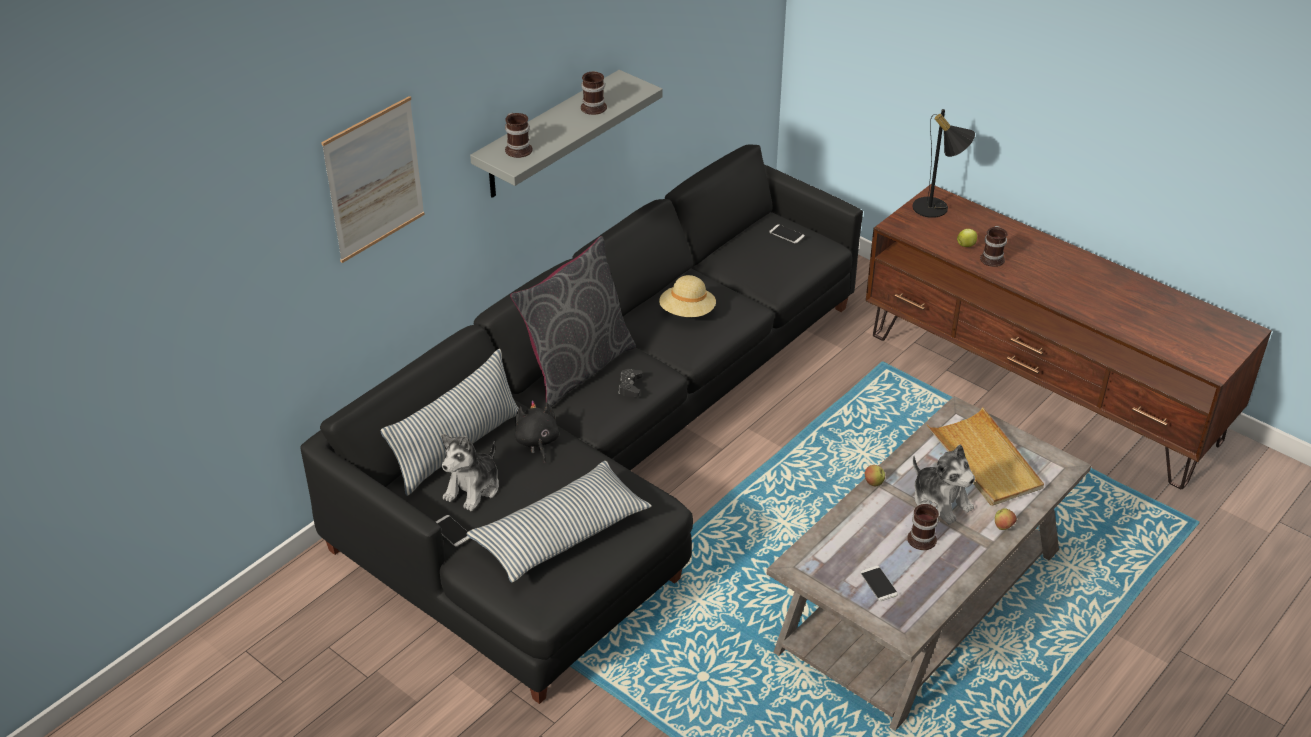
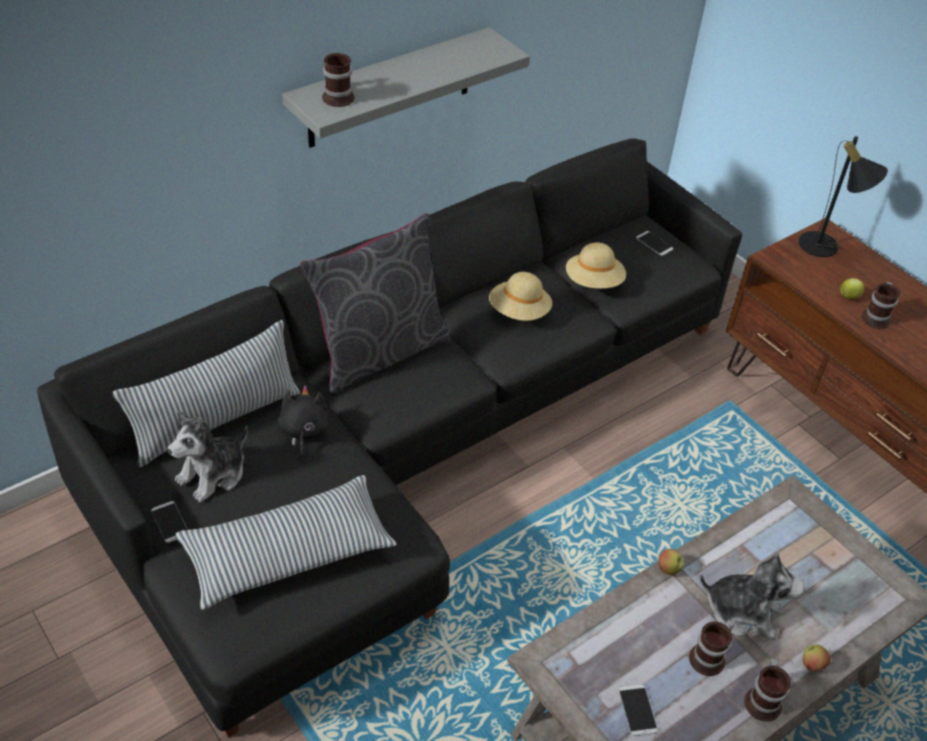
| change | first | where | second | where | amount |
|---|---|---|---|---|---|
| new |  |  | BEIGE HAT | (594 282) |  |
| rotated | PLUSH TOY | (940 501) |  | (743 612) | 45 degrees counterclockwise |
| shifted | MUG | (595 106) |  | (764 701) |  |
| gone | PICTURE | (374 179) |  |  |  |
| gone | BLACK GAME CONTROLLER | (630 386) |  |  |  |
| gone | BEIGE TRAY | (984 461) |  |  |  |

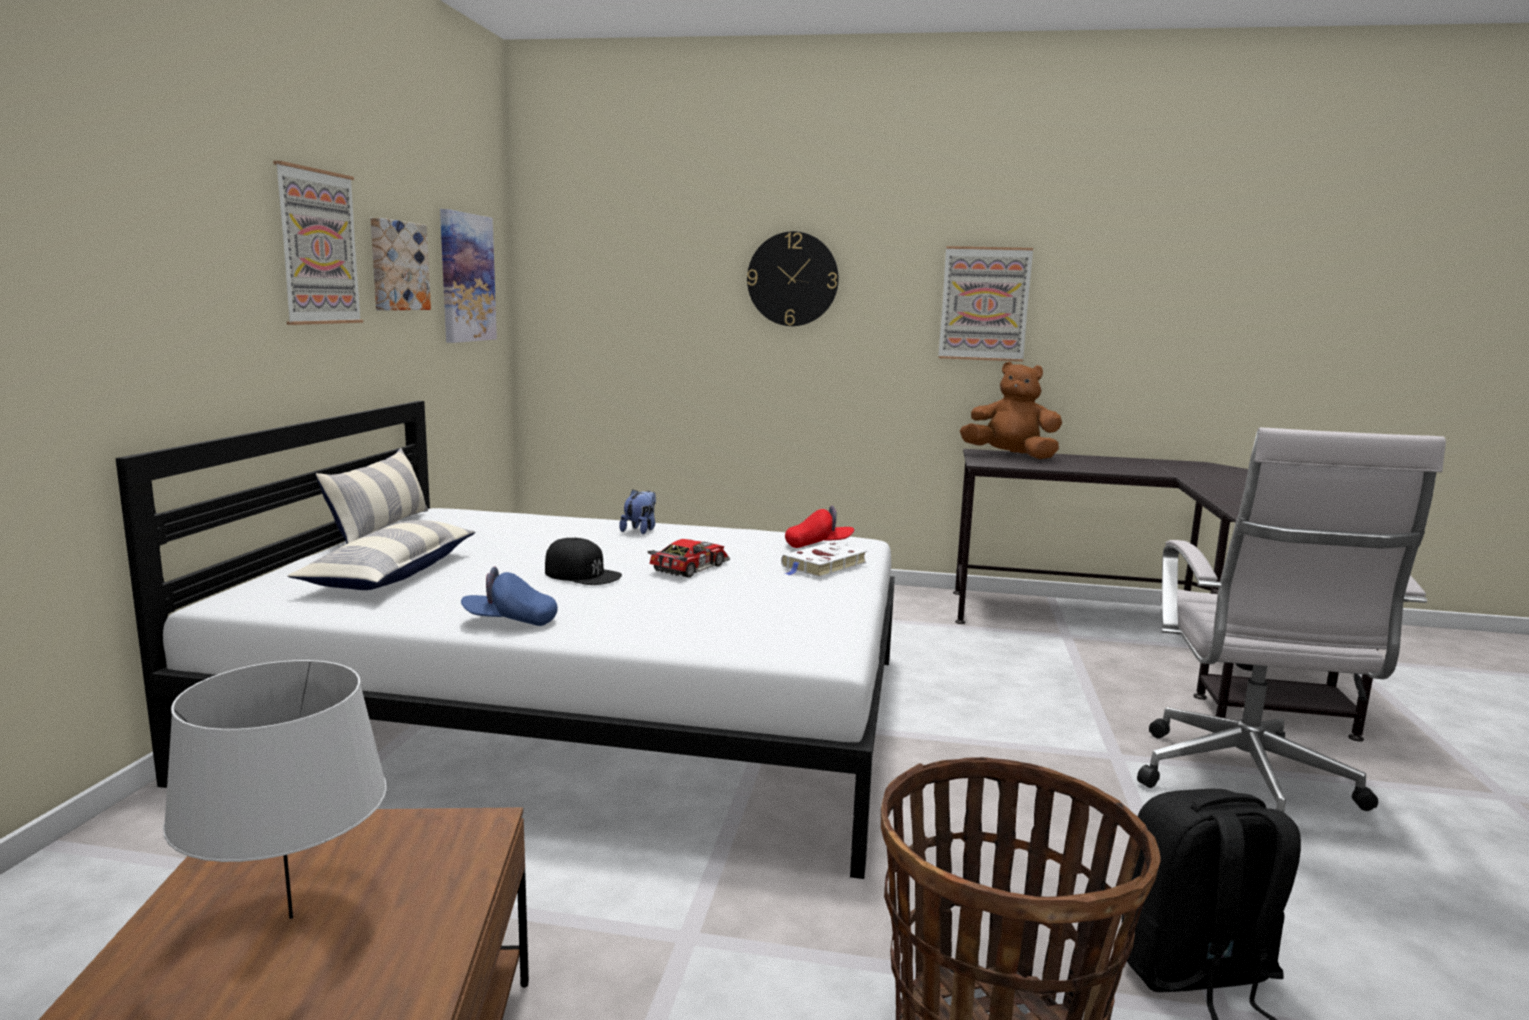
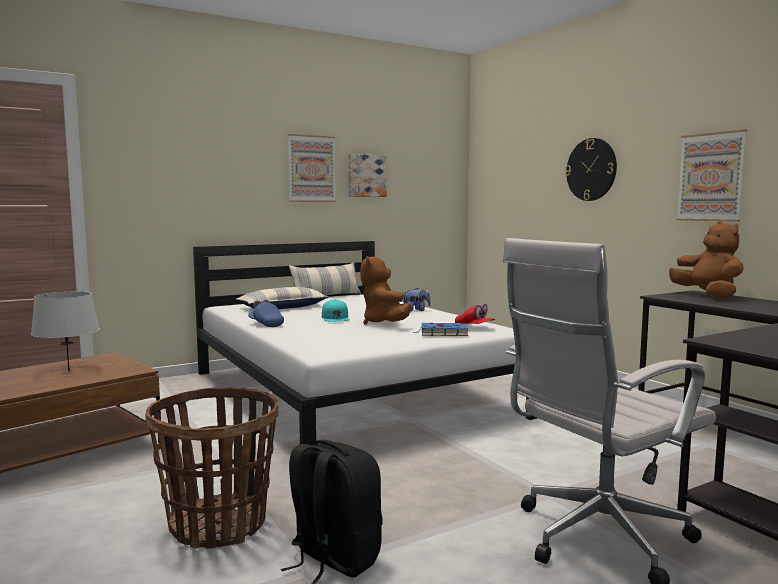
| change | first | where | second | where | amount |
|---|---|---|---|---|---|
| repainted | BLACK CAP | (582 574) | TURQUOISE CAP | (335 317) |  |
| swapped | TOY CAR | (687 567) | BROWN PLUSH TOY | (384 323) |  |
| repainted | WHITE BOOK | (823 565) | BLUE BOOK | (442 333) |  |
| gone | PICTURE | (466 278) |  |  |  |

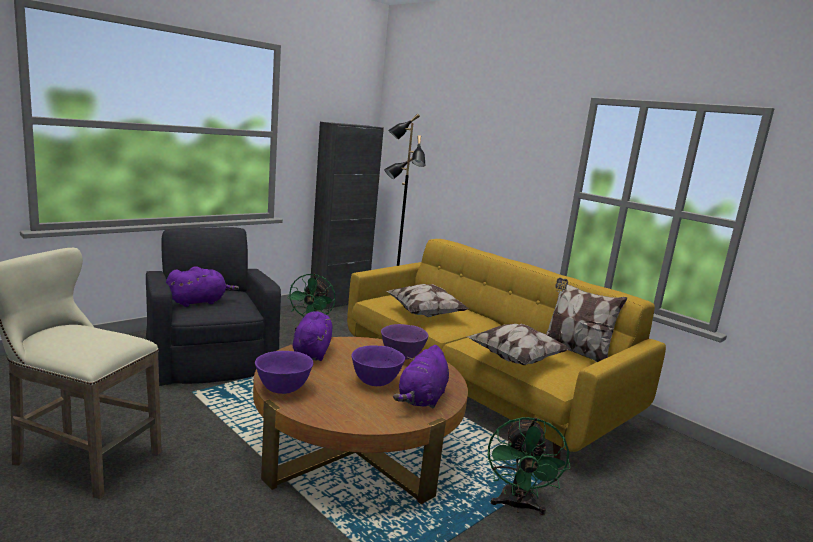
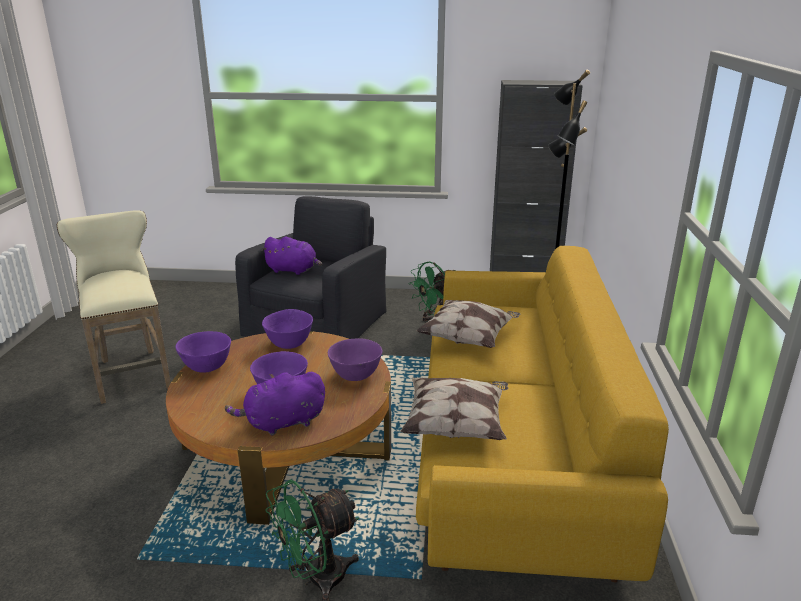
| change | first | where | second | where | amount |
|---|---|---|---|---|---|
| swapped | PURPLE PLUSH TOY | (312 352) | PURPLE BOWL | (289 343) |  |
| gone | PILLOW | (575 352) |  |  |  |

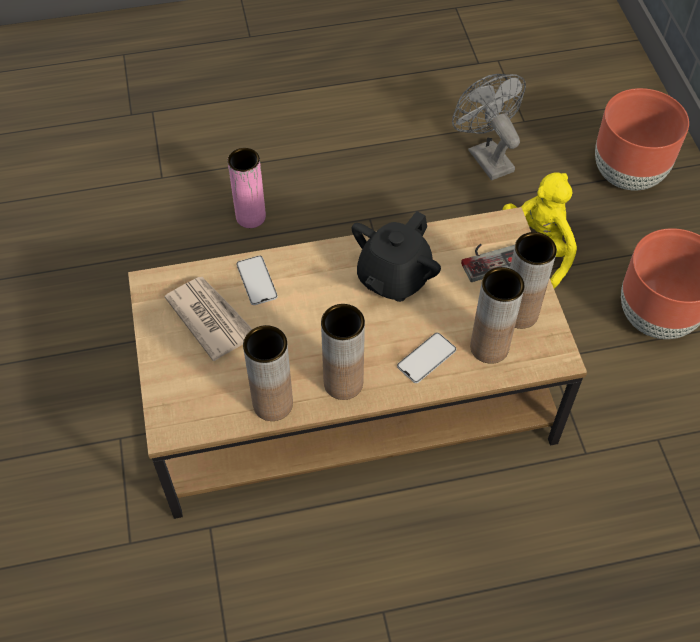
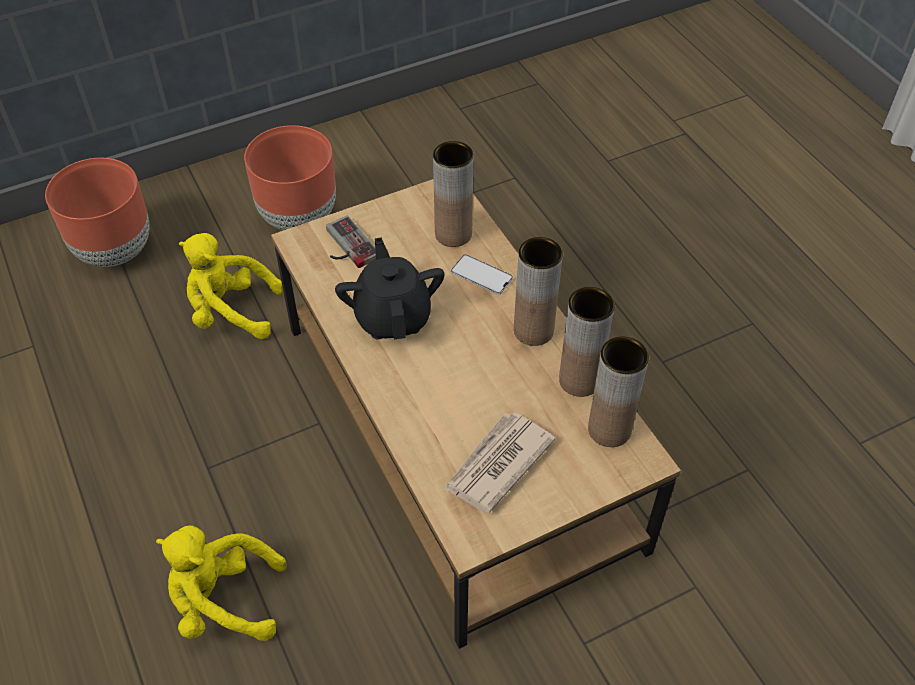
| change | first | where | second | where | amount |
|---|---|---|---|---|---|
| swapped | PINK VASE | (250 217) | YELLOW PLUSH TOY | (223 601) |  |
| rotated | BLACK TEAPOT | (393 278) |  | (393 317) | 120 degrees counterclockwise |
| shifted | BROWN VASE | (519 313) |  | (609 429) |  |
| gone | PHONE | (256 280) |  |  |  |
| gone | GREY FAN | (486 156) |  |  |  |

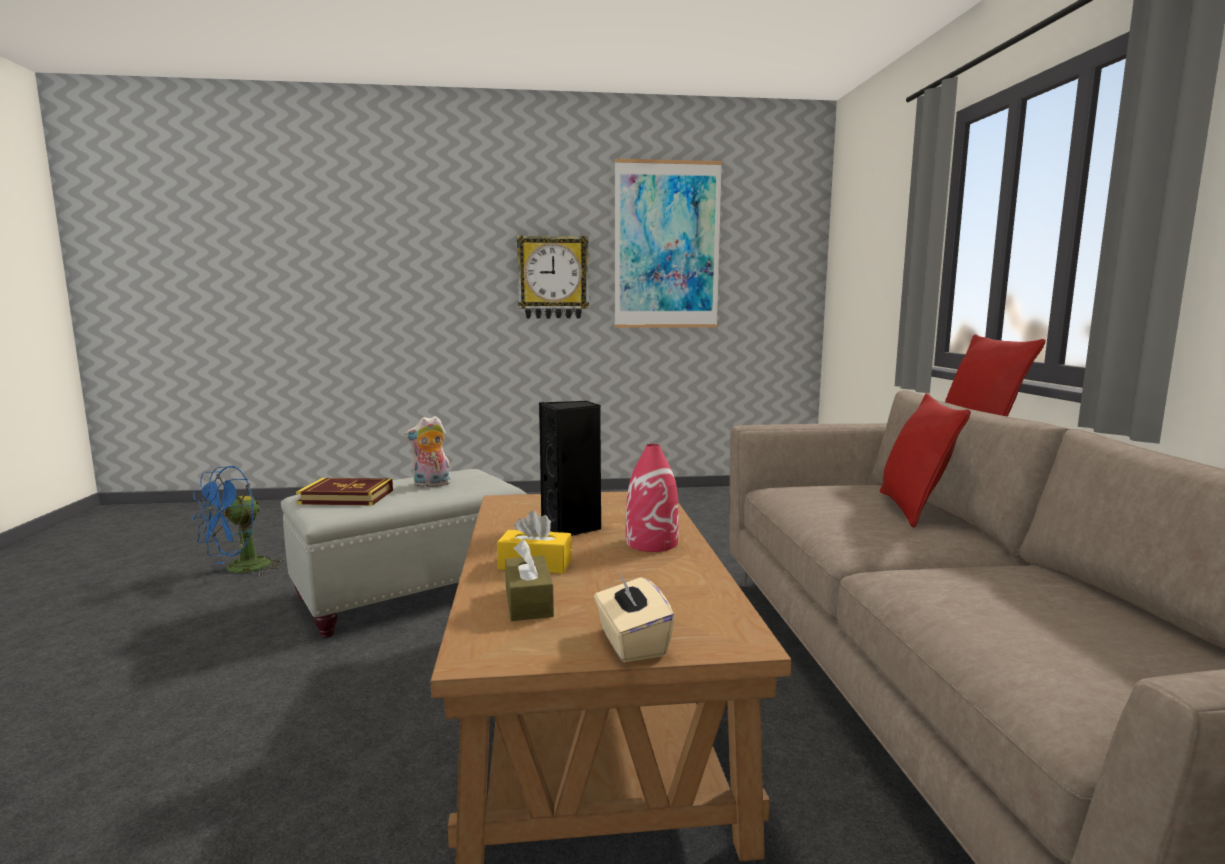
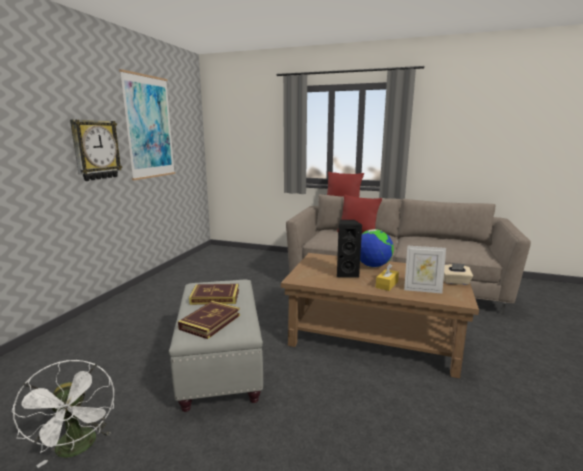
| change | first | where | second | where | amount |
|---|---|---|---|---|---|
| repainted | BLUE FAN | (239 569) | WHITE FAN | (78 448) |  |
| swapped | PLUSH TOY | (431 485) | BOOK | (215 297) |  |
| swapped | RED VASE | (652 542) | GLOBE | (372 266) |  |
| swapped | BROWN TISSUE BOX | (528 602) | PICTURE FRAME | (422 290) |  |

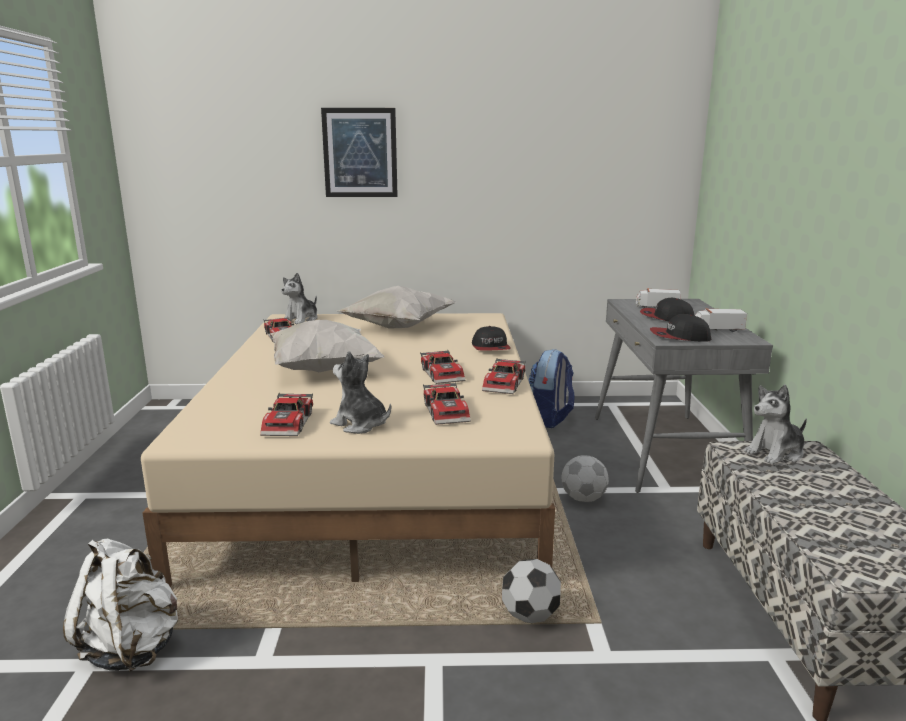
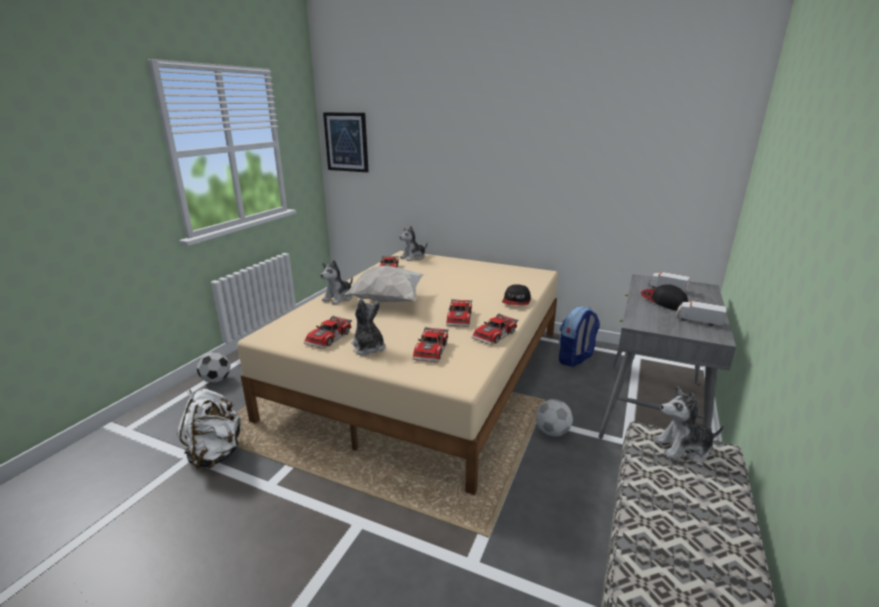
| change | first | where | second | where | amount |
|---|---|---|---|---|---|
| shifted | FOOTBALL | (530 615) |  | (216 380) |  |
| new |  |  | PLUSH TOY | (339 298) |  |
| shifted | PICTURE | (360 153) |  | (346 142) |  |
| gone | WHITE PILLOW | (397 327) |  |  |  |
| gone | CAP | (679 337) |  |  |  |

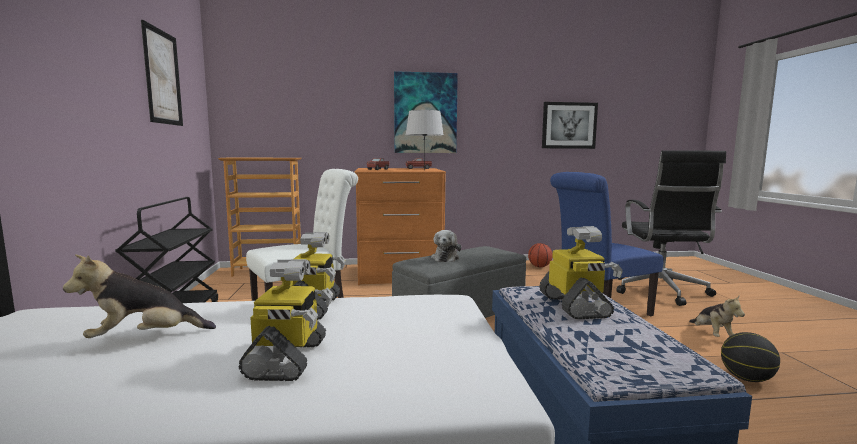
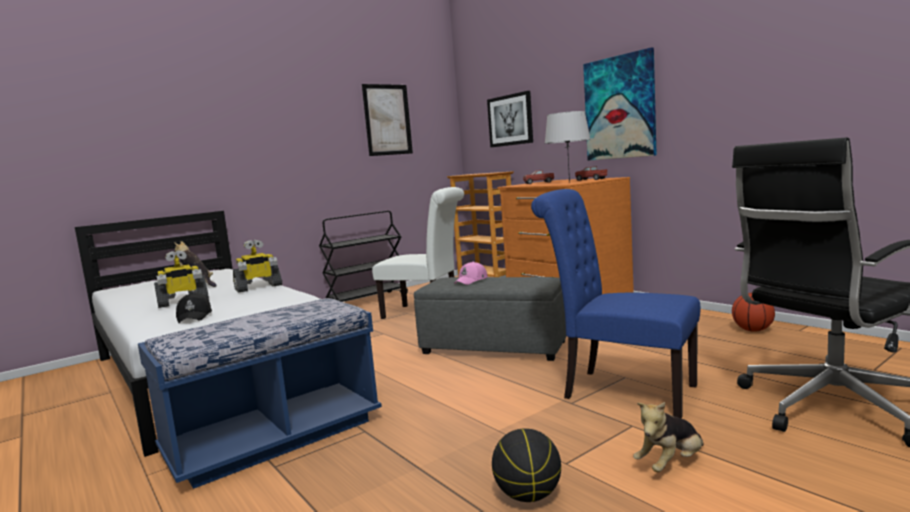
| change | first | where | second | where | amount |
|---|---|---|---|---|---|
| new |  |  | BLACK CAP | (195 316) |  |
| swapped | PLUSH TOY | (445 258) | PINK CAP | (471 280) |  |
| shifted | PICTURE | (569 125) |  | (510 120) |  |
| gone | TOY ROBOT | (575 306) |  |  |  |

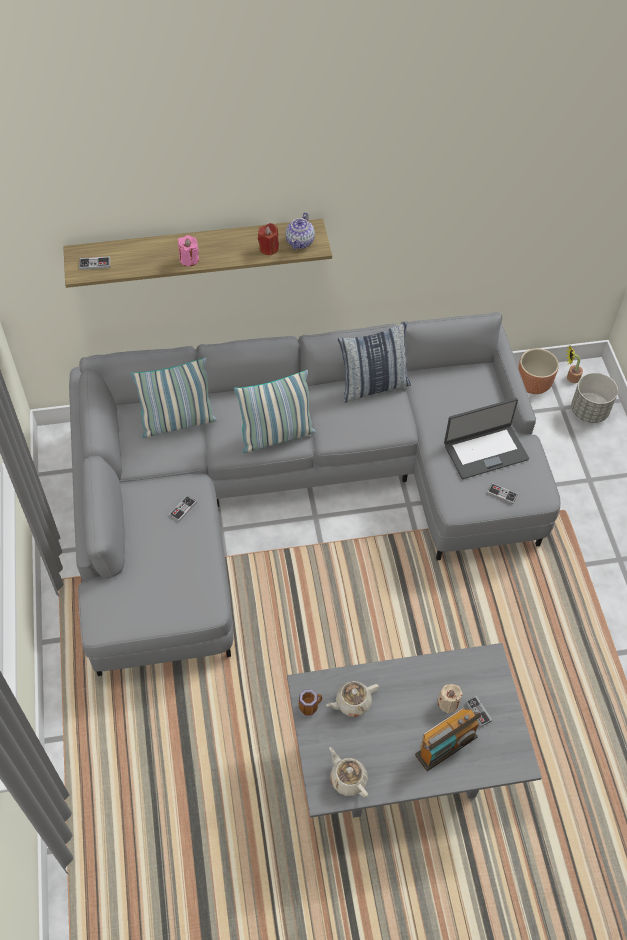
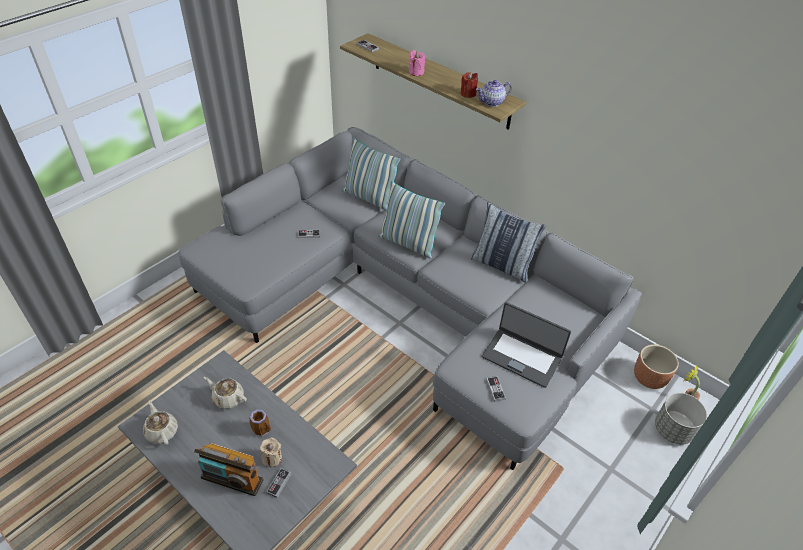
| change | first | where | second | where | amount |
|---|---|---|---|---|---|
| rotated | BEIGE TEAPOT | (347 778) |  | (162 431) | 45 degrees counterclockwise |
| shifted | MUG | (309 707) |  | (263 430) |  |

